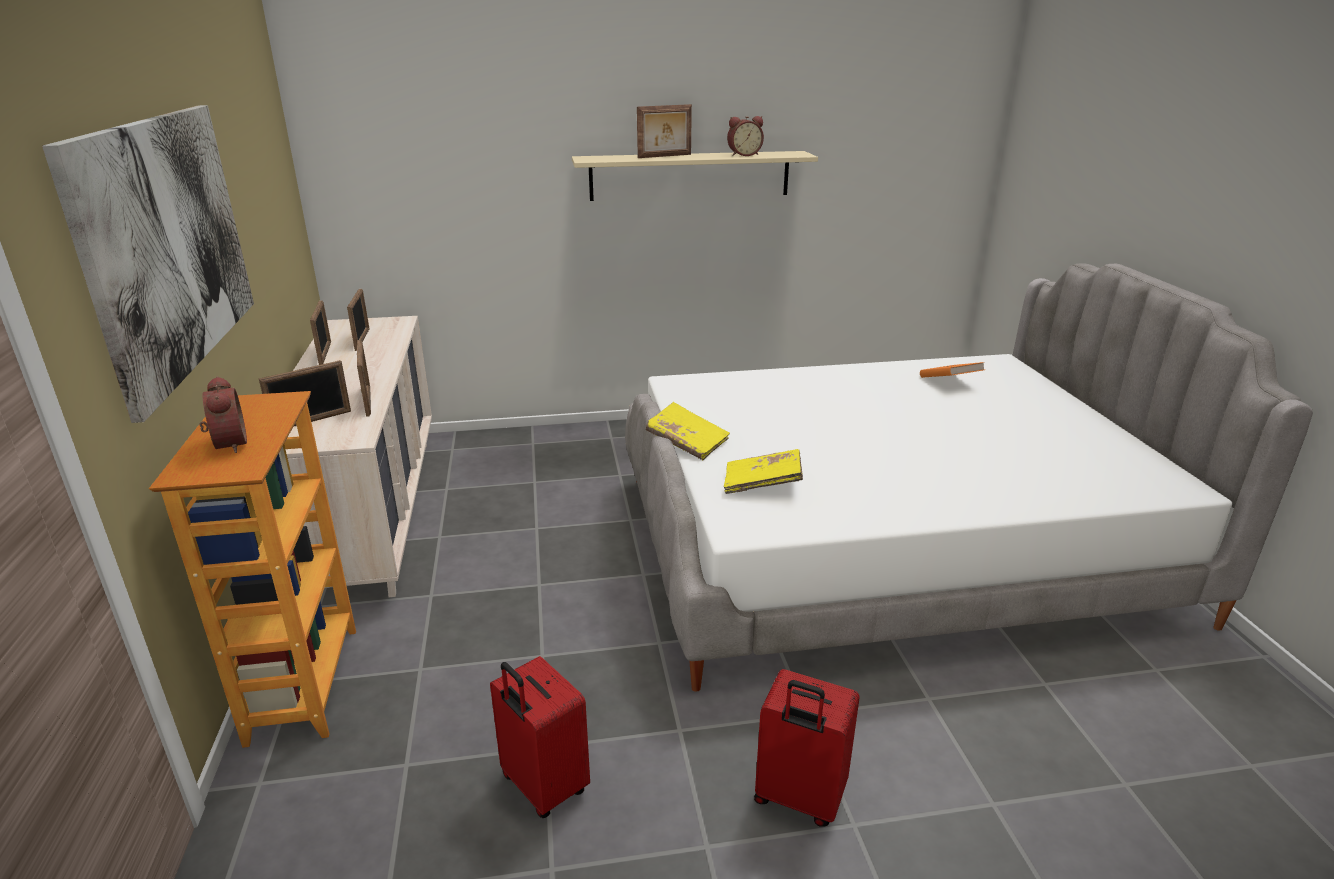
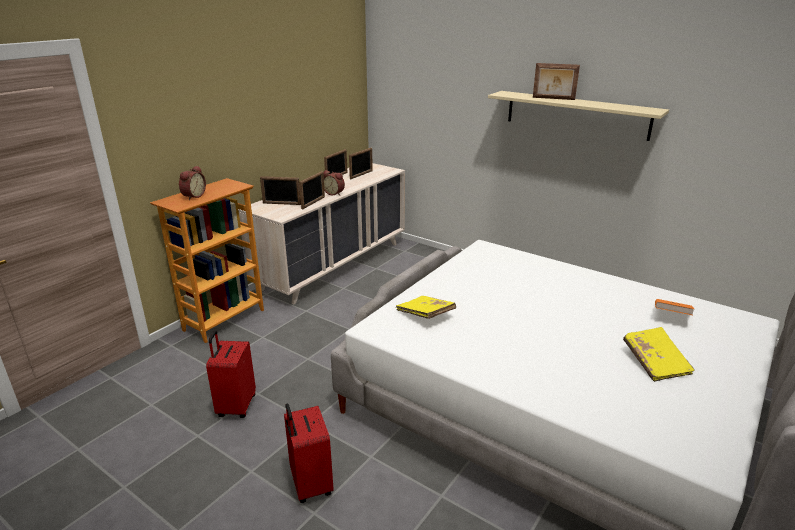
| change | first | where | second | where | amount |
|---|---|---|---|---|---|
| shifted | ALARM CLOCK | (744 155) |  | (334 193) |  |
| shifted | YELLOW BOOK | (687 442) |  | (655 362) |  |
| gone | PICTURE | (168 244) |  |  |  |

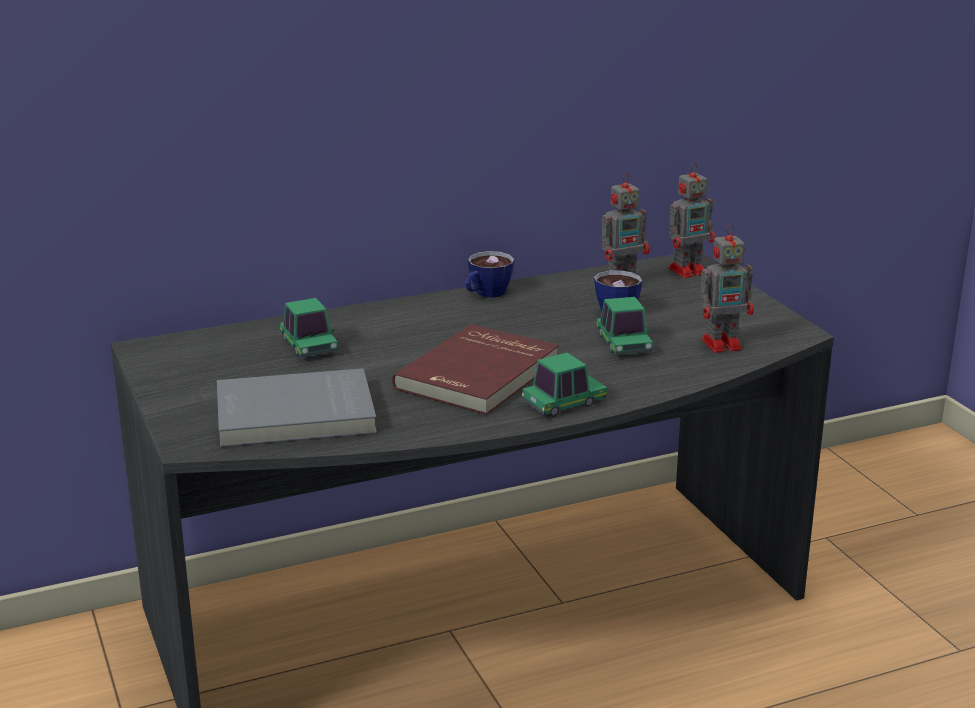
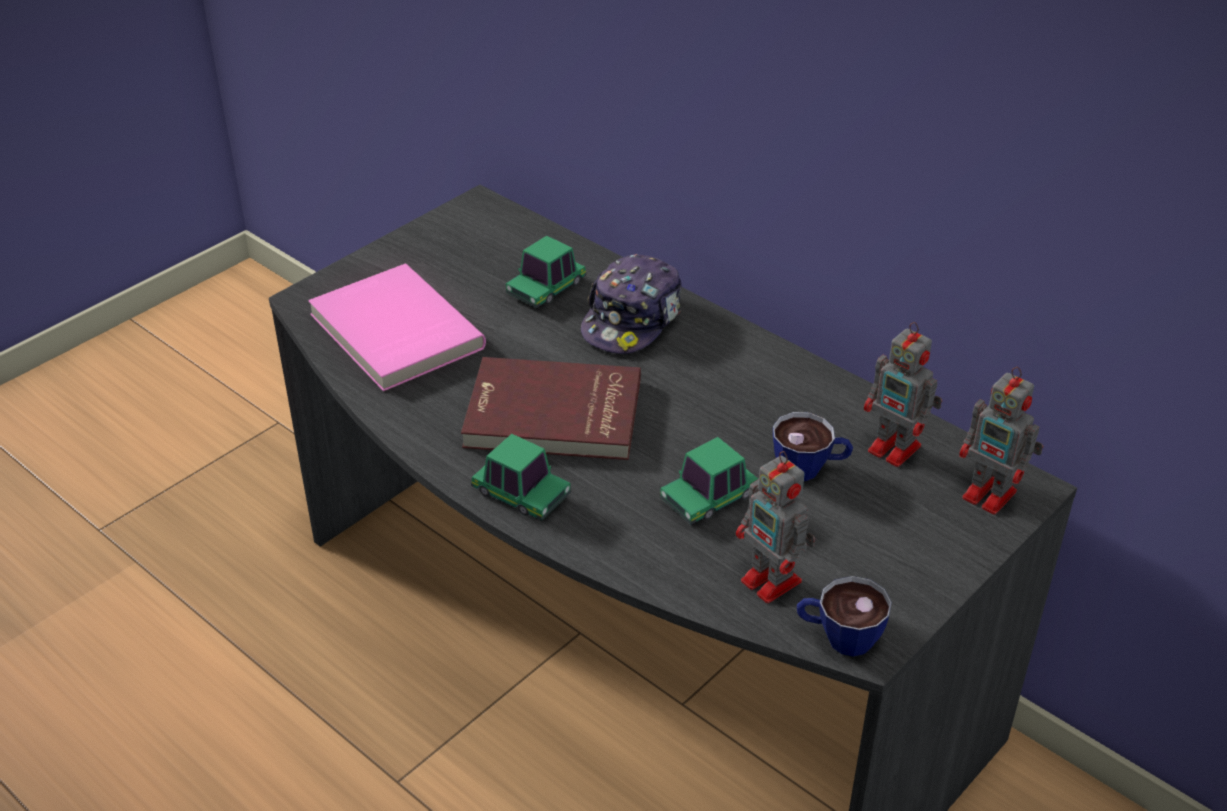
| change | first | where | second | where | amount |
|---|---|---|---|---|---|
| repainted | GREY BOOK | (295 415) | PINK BOOK | (393 332) |  |
| new |  |  | CAP | (632 320) |  |
| shifted | CUP | (486 294) |  | (838 636) |  |

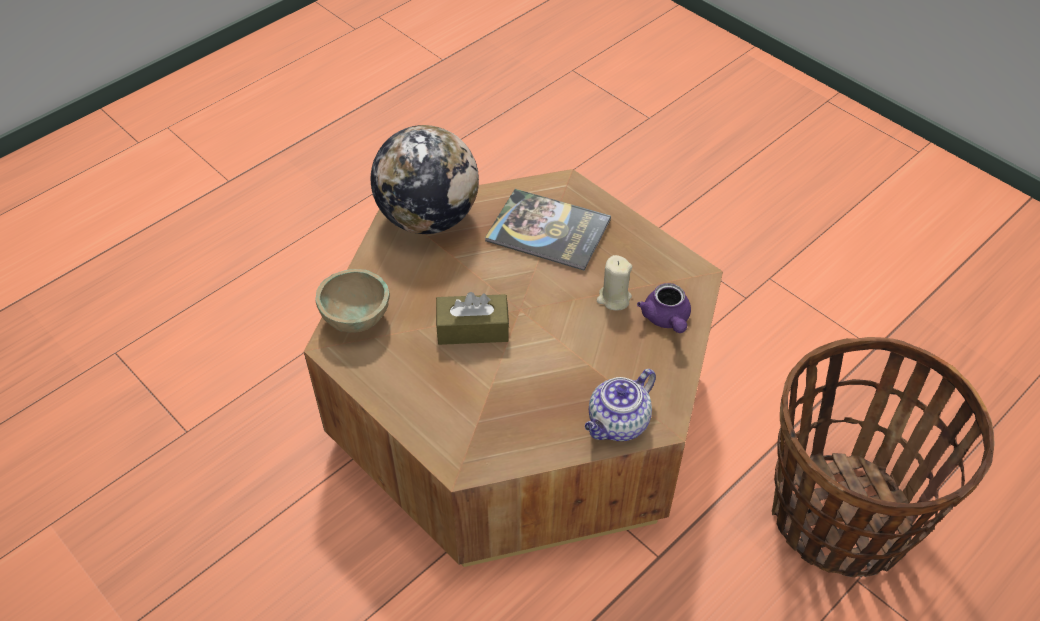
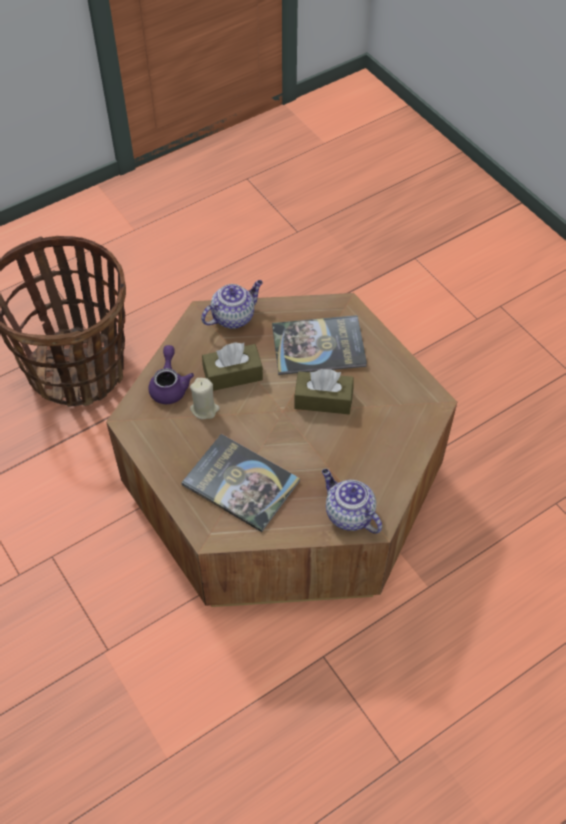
| change | first | where | second | where | amount |
|---|---|---|---|---|---|
| new |  |  | BROWN TISSUE BOX | (233 374) |  |
| new |  |  | BOOK | (318 346) |  |
| swapped | GLOBE | (428 218) | TEAPOT | (348 514) |  |
| gone | BEIGE BOWL | (356 320) |  |  |  |

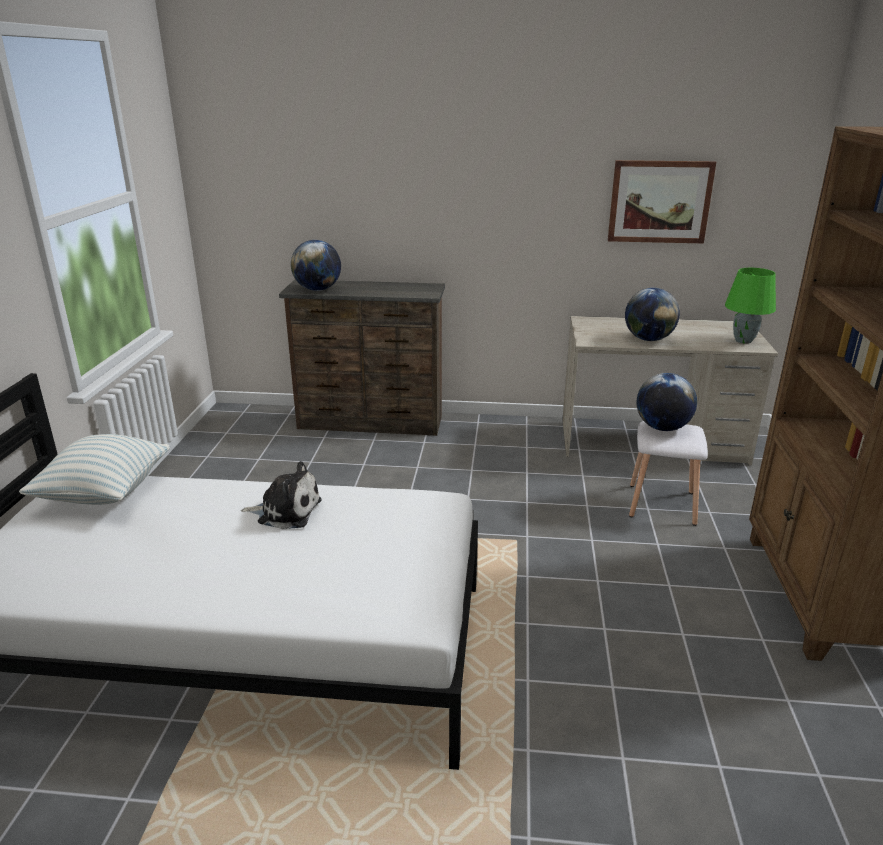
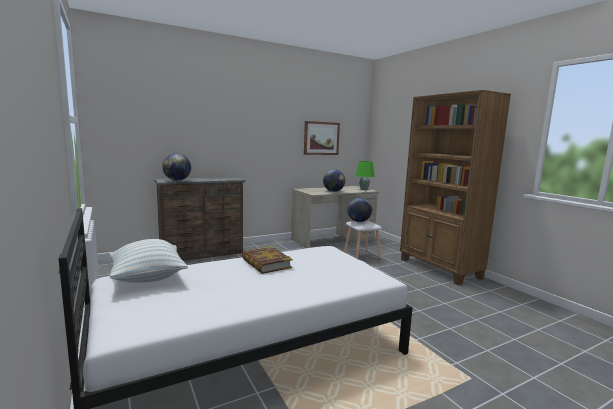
| change | first | where | second | where | amount |
|---|---|---|---|---|---|
| swapped | PLUSH TOY | (286 511) | BOOK | (266 264) |  |

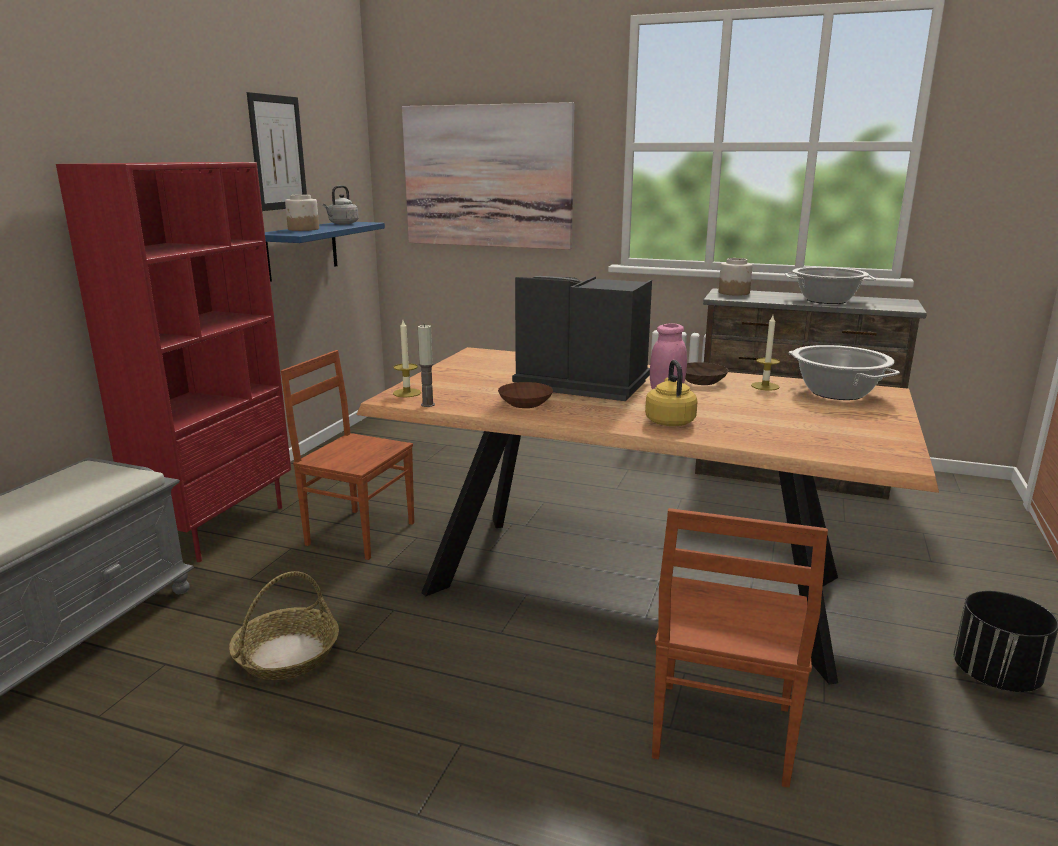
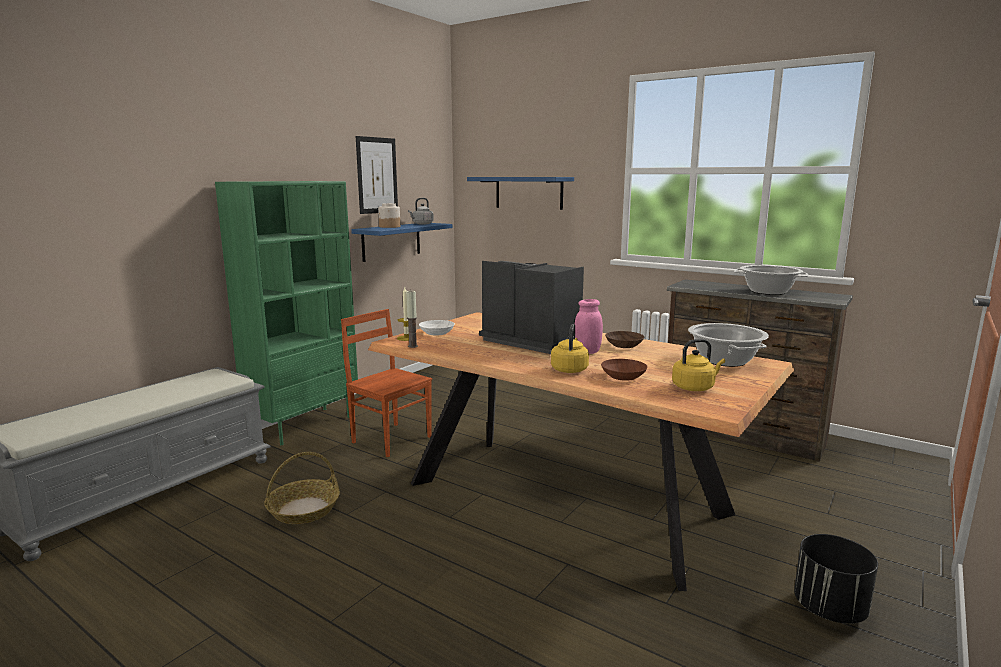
| change | first | where | second | where | amount |
|---|---|---|---|---|---|
| repainted | RED BOOKCASE | (219 527) | GREEN BOOKCASE | (304 425) |  |
| new |  |  | WHITE BOWL | (437 333) |  |
| swapped | PICTURE | (487 177) | BLUE SHELF | (528 192) |  |
| shifted | BROWN BOWL | (524 403) |  | (623 376) |  |
| new |  |  | YELLOW KETTLE | (695 387) |  |
| gone | BROWN CHAIR | (719 733) |  |  |  |
| gone | JAR | (734 292) |  |  |  |
| gone | CANDLE | (765 386) |  |  |  |

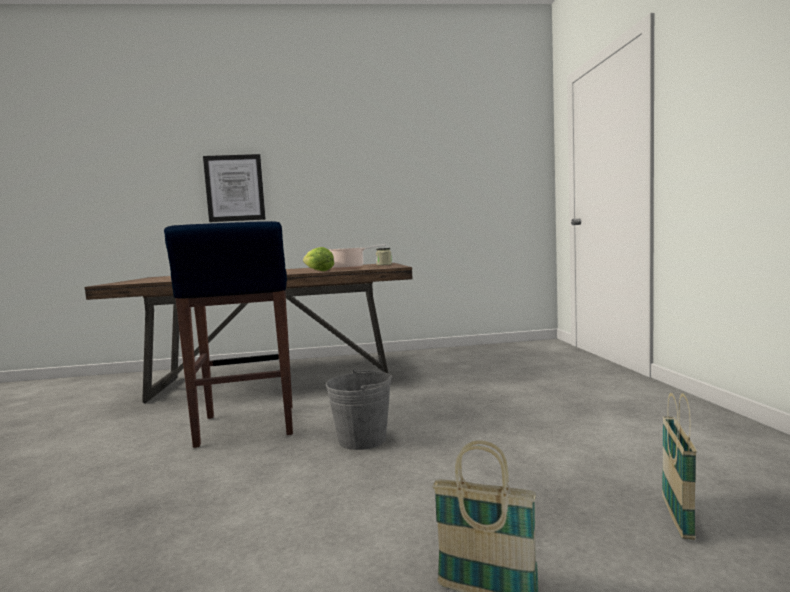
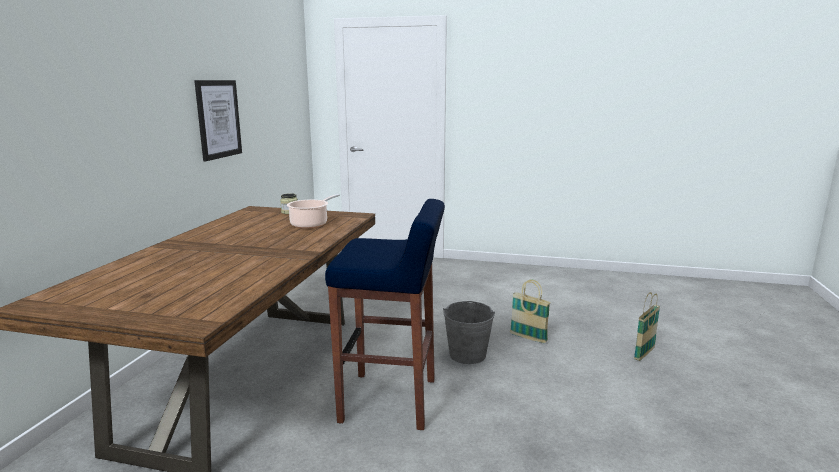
| change | first | where | second | where | amount |
|---|---|---|---|---|---|
| shifted | PICTURE | (235 188) |  | (218 119) |  |
| shifted | BASKET | (677 518) |  | (528 338) |  |
| gone | LETTUCE | (318 271) |  |  |  |

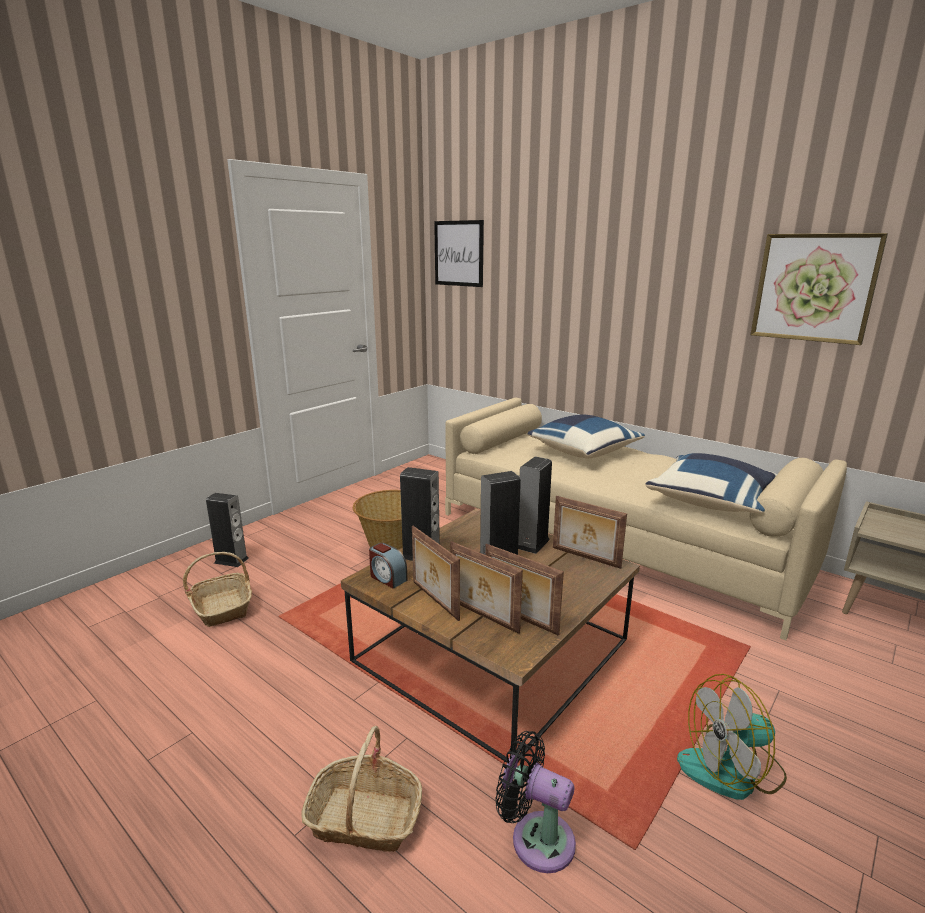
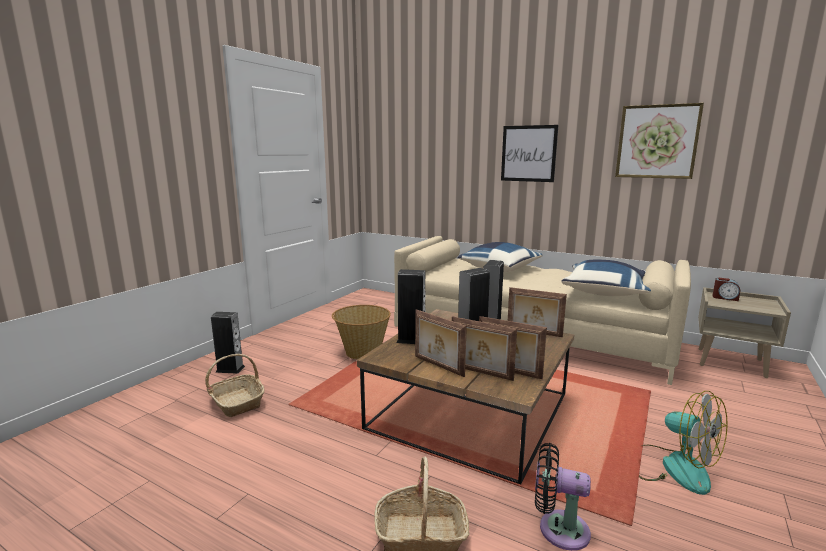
| change | first | where | second | where | amount |
|---|---|---|---|---|---|
| shifted | PICTURE | (458 253) |  | (528 153) |  |
| rotated | FAN | (732 770) |  | (673 467) | 105 degrees counterclockwise |
| shifted | ALARM CLOCK | (387 578) |  | (725 298) |  |

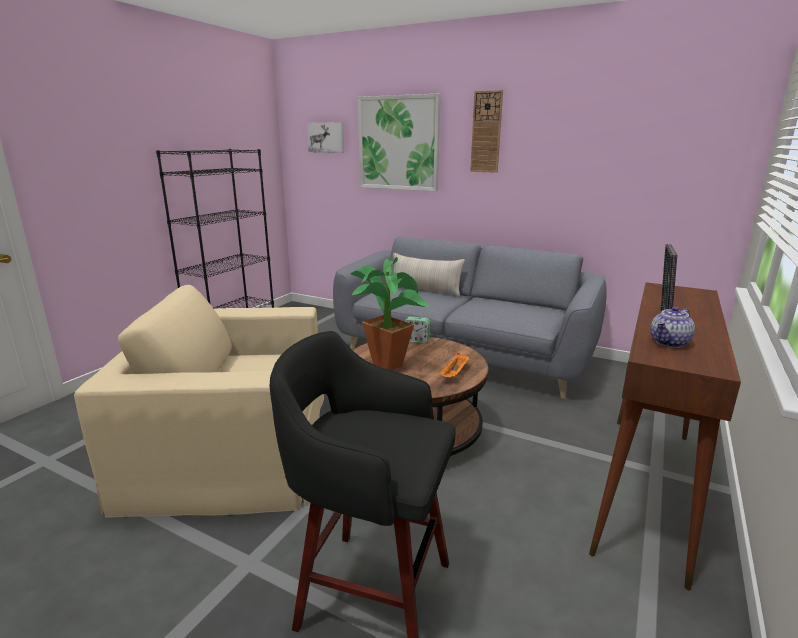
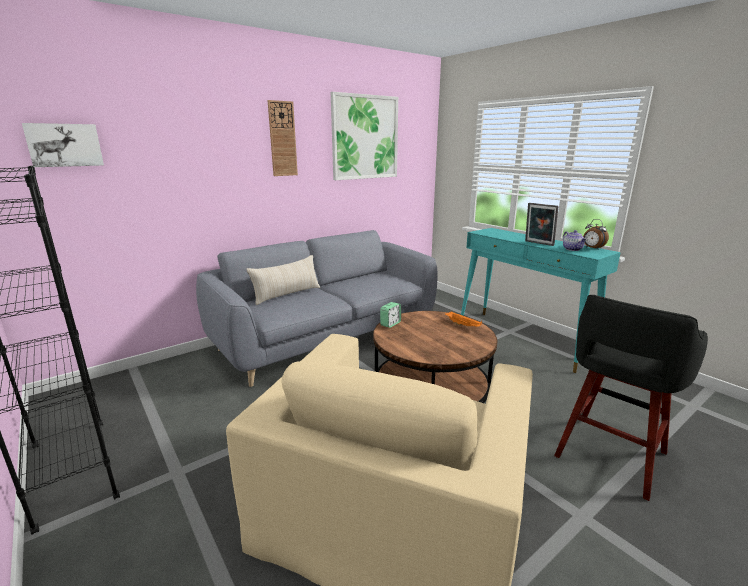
| change | first | where | second | where | amount |
|---|---|---|---|---|---|
| shifted | PICTURE | (398 143) |  | (365 137) |  |
| repainted | BROWN CONSOLE TABLE | (645 488) | TURQUOISE CONSOLE TABLE | (523 339) |  |
| new |  |  | ALARM CLOCK | (592 248) |  |
| gone | POTTED PLANT | (386 363) |  |  |  |

